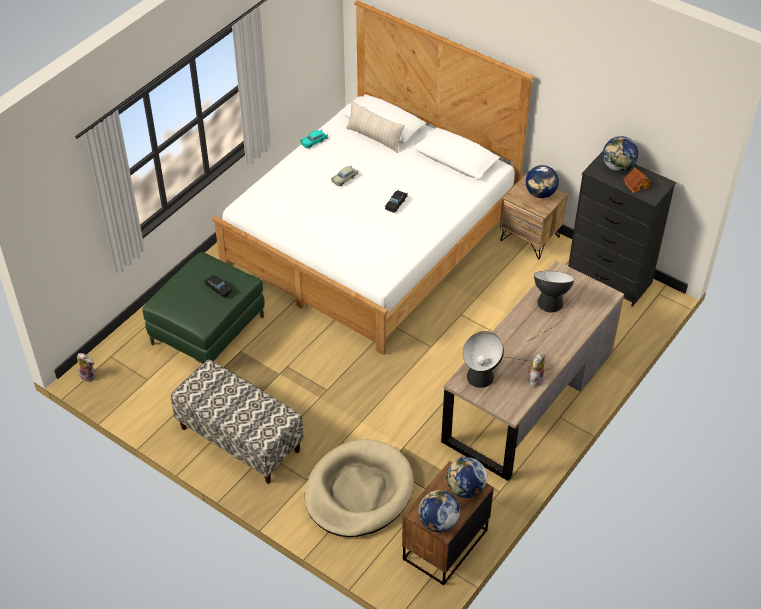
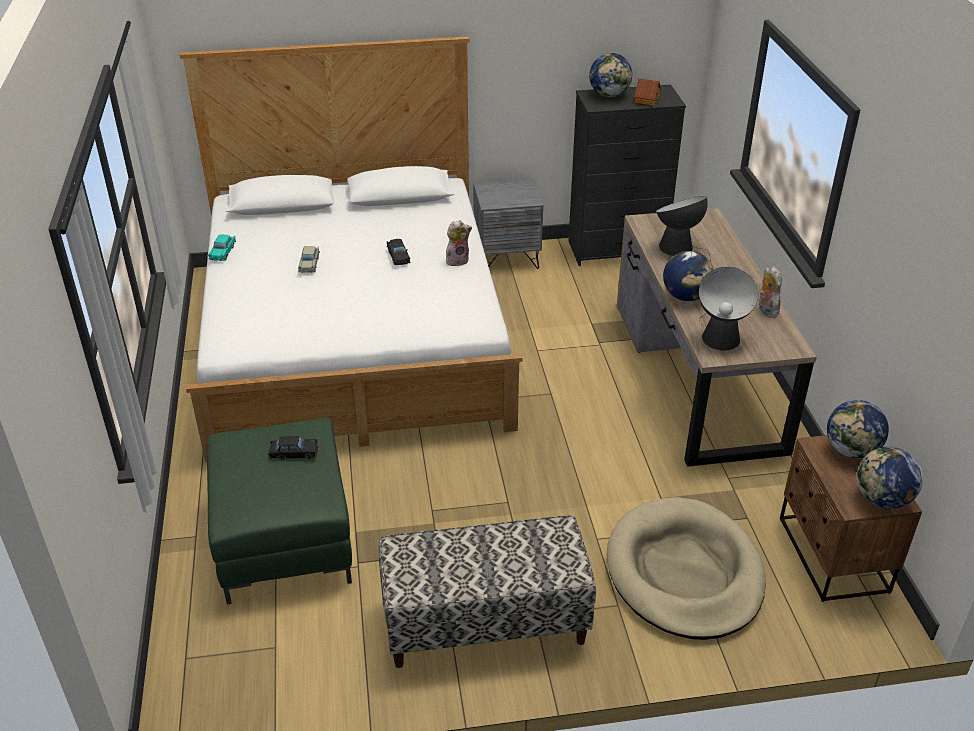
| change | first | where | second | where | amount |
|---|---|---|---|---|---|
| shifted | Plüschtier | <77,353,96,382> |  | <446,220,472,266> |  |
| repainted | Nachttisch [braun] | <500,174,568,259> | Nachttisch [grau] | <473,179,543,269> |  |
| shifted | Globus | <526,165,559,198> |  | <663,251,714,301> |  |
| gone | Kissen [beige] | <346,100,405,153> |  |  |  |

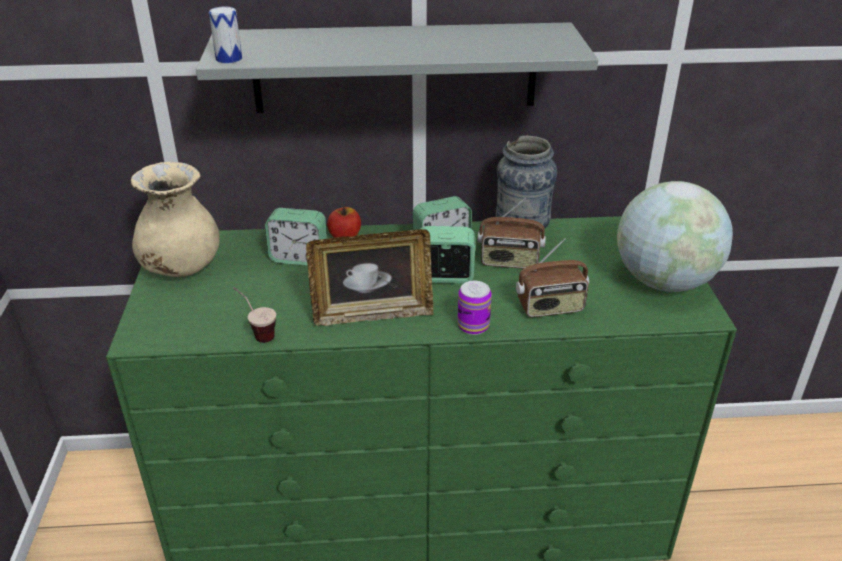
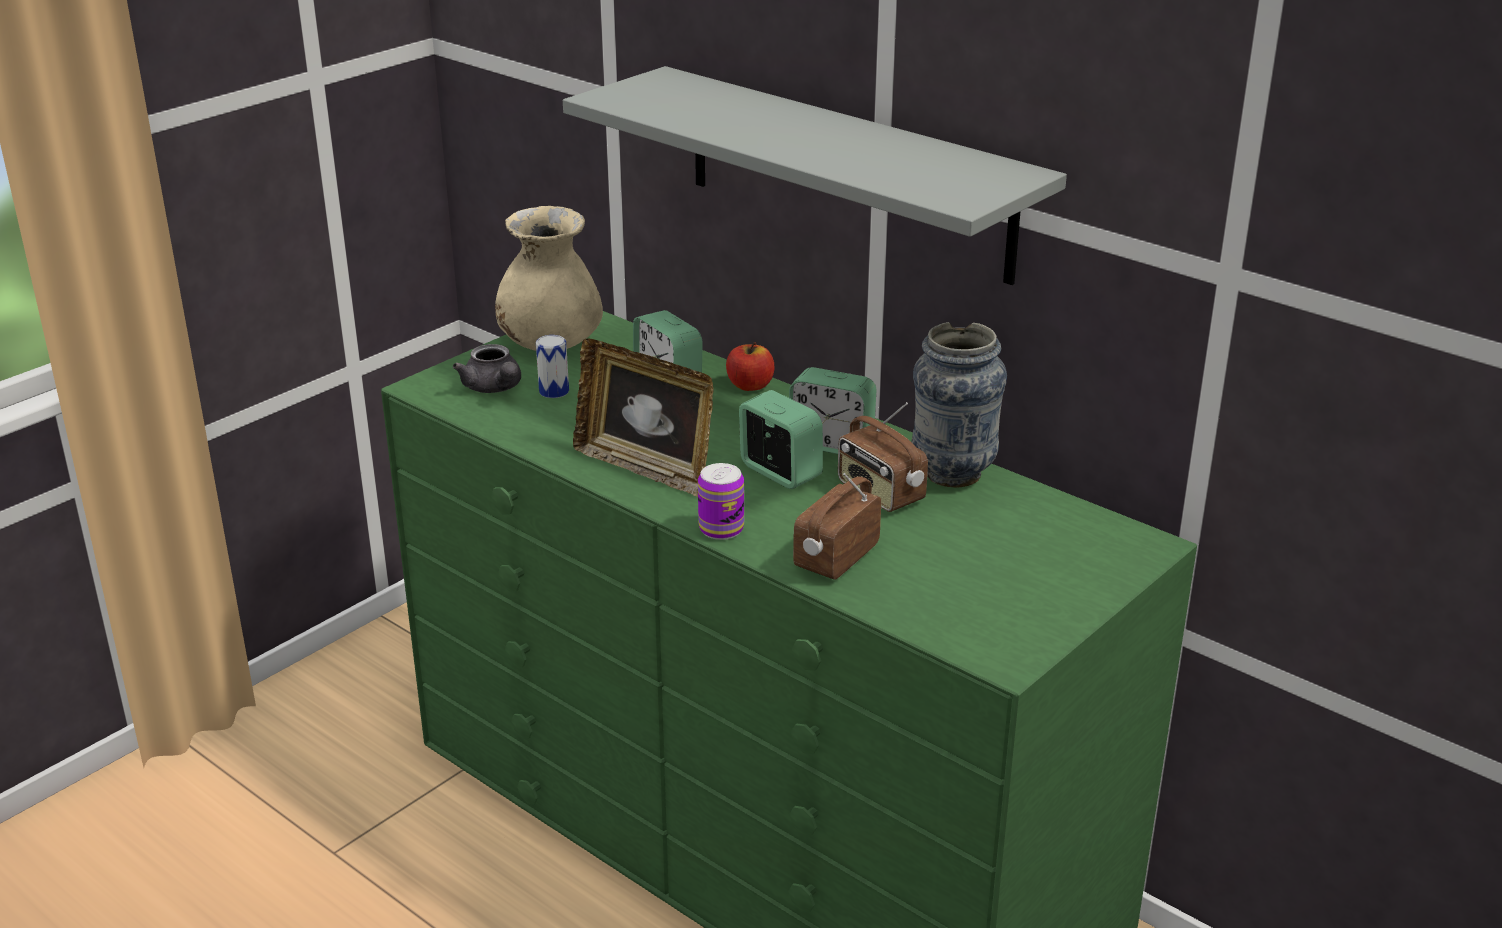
| change | first | where | second | where | amount |
|---|---|---|---|---|---|
| new |  |  | Teekanne [grau] | <453,344,521,393> |  |
| shifted | Dose | <209,7,242,64> |  | <536,335,569,398> |  |
| rotated | Radio | <516,238,589,317> |  | <793,473,881,580> | 90 degrees clockwise |
| gone | Tasse | <233,287,276,343> |  |  |  |
| gone | Globus | <617,181,733,292> |  |  |  |

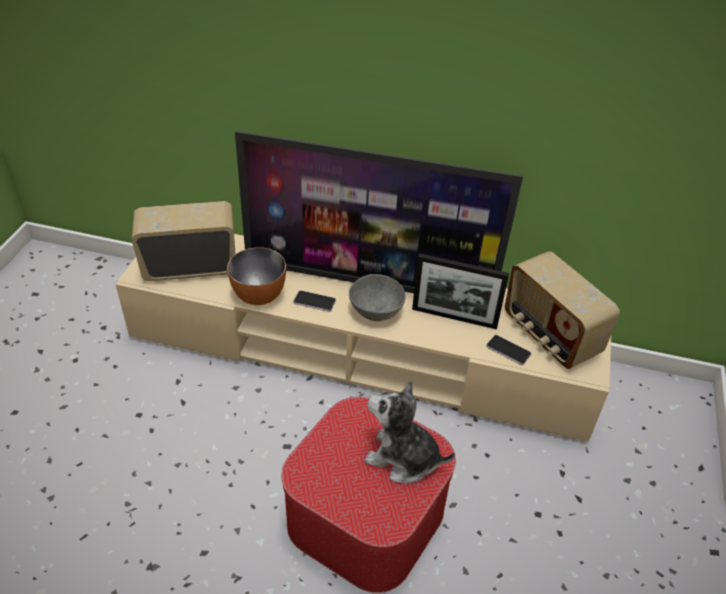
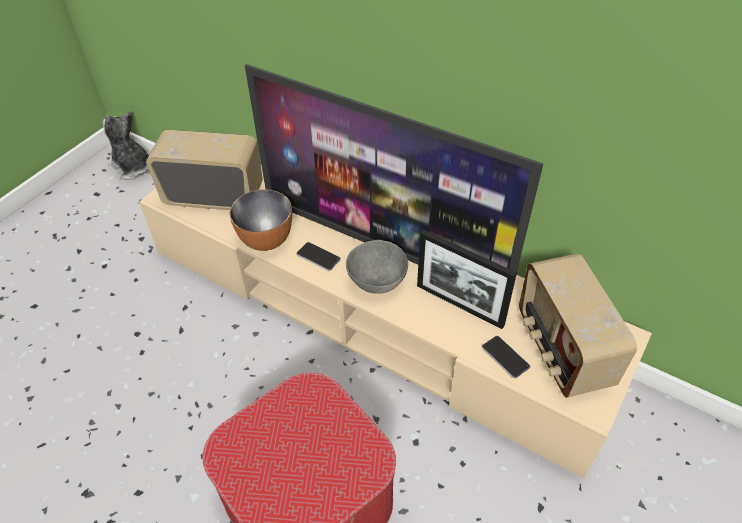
| change | first | where | second | where | amount |
|---|---|---|---|---|---|
| shifted | Plüschtier | <364,380,455,483> |  | <103,111,149,180> |  |

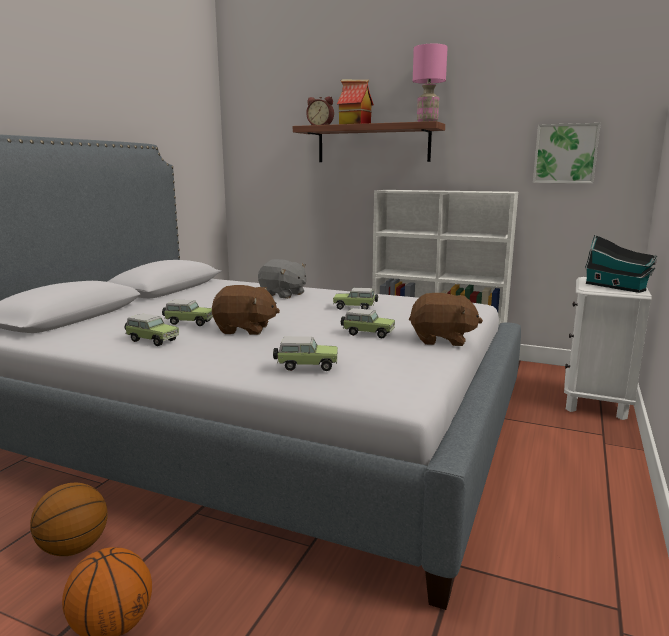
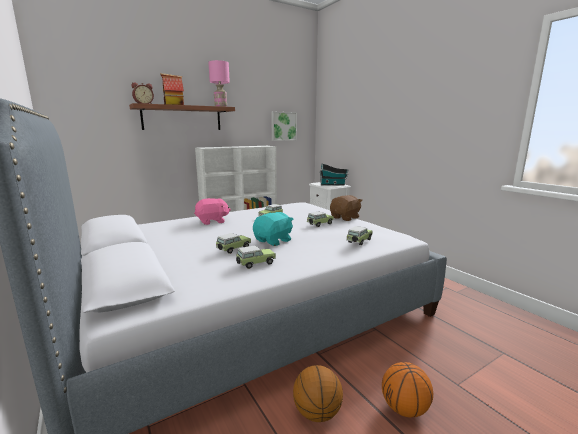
| change | first | where | second | where | amount |
|---|---|---|---|---|---|
| repainted | Plüschtier [grau] | <258,259,307,299> | Plüschtier [rosa] | <194,198,231,225> |  |
| repainted | Plüschtier [braun] | <212,285,280,335> | Plüschtier [türkis] | <253,212,293,246> |  |

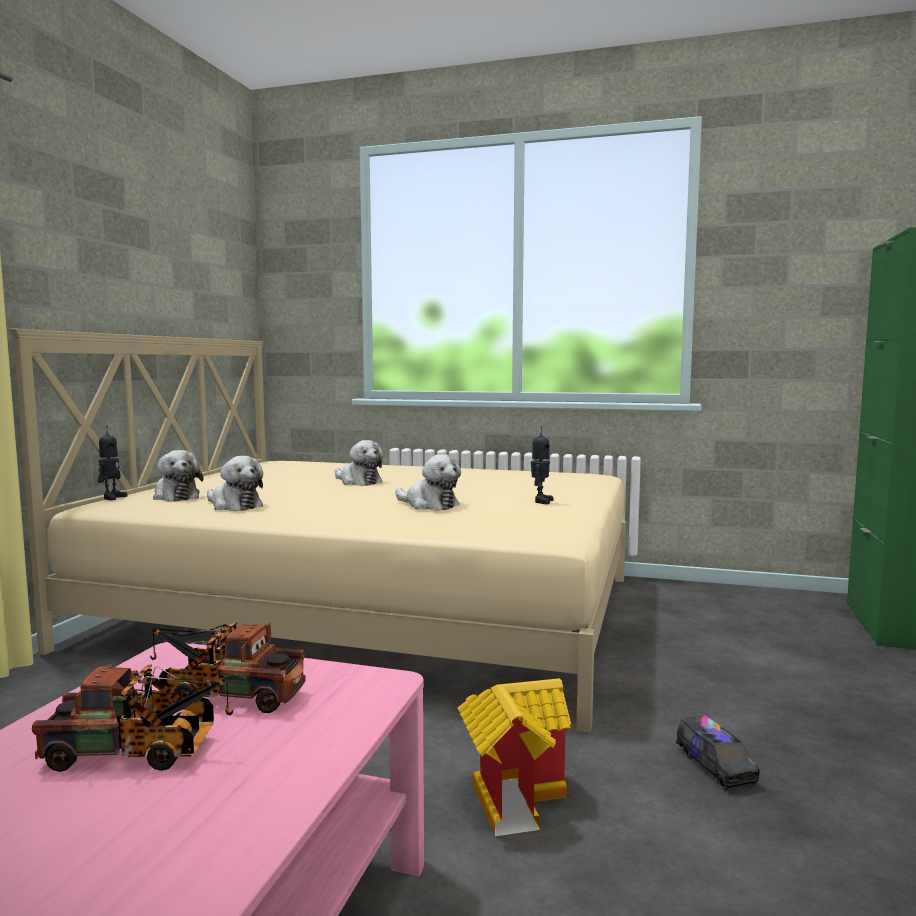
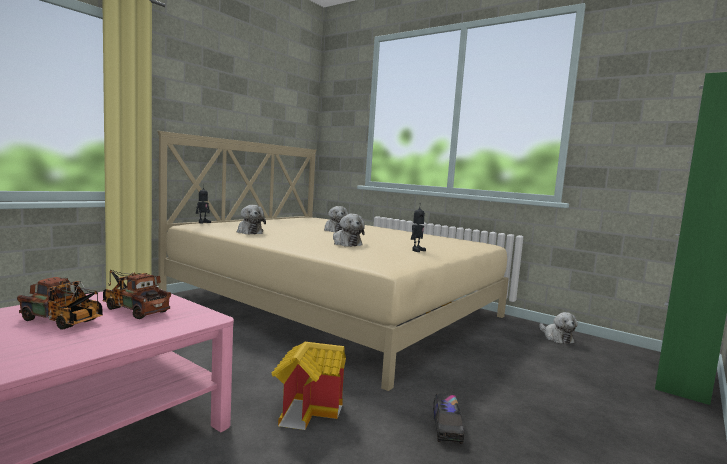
| change | first | where | second | where | amount |
|---|---|---|---|---|---|
| shifted | Plüschtier | <153,450,204,502> |  | <539,312,578,344> |  |

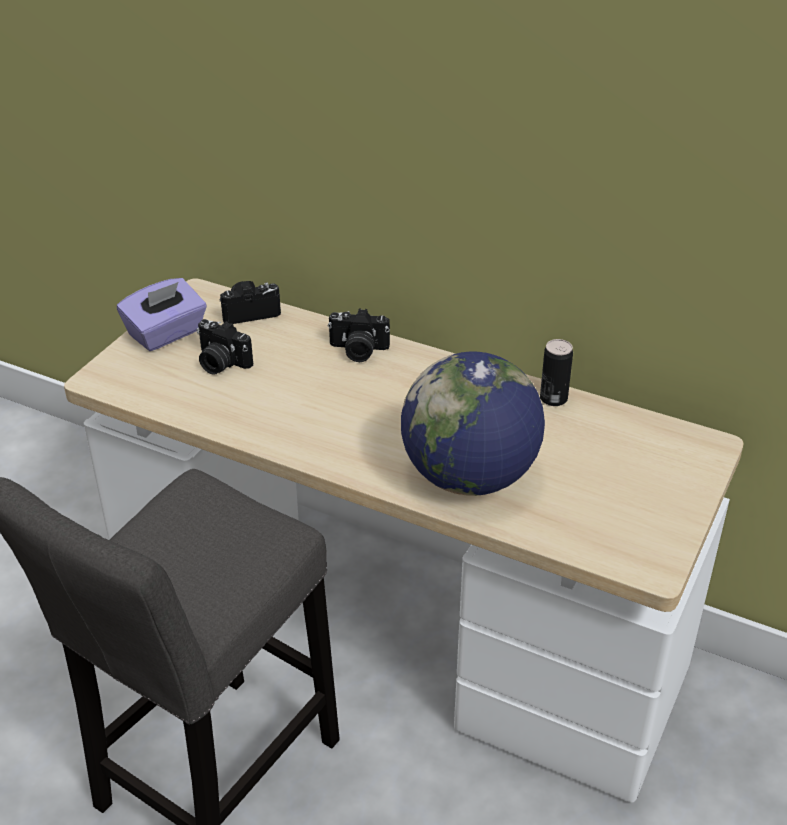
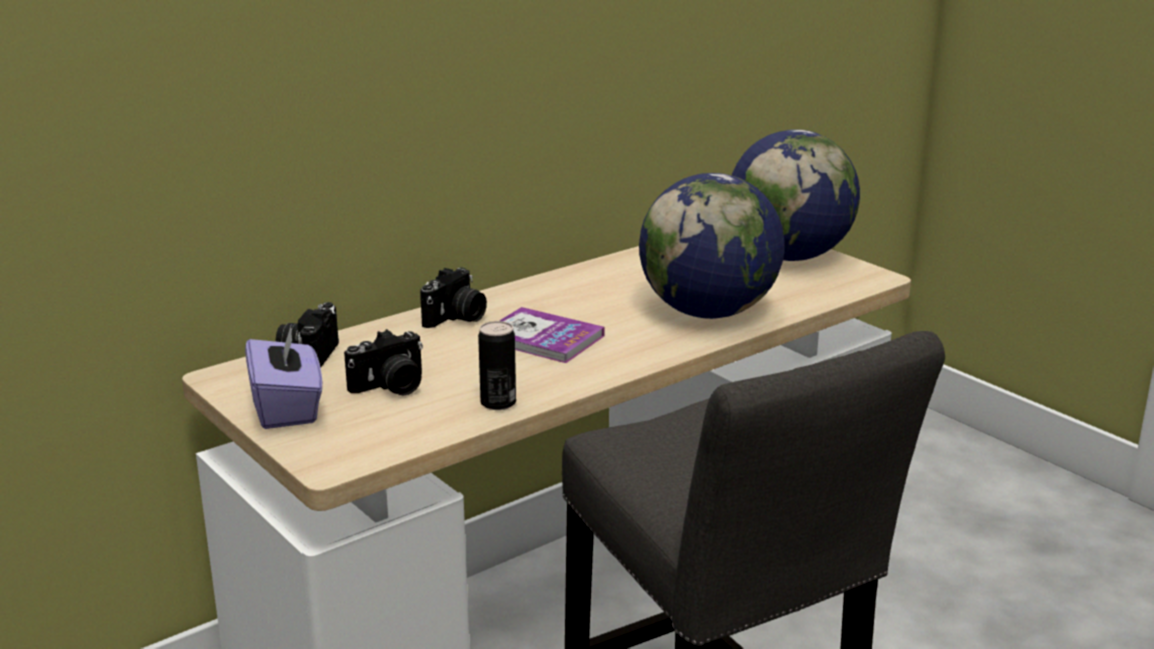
| change | first | where | second | where | amount |
|---|---|---|---|---|---|
| shifted | Dose | <540,339,573,406> |  | <478,321,516,410> |  |
| new |  |  | Buch | <499,307,605,363> |  |
| new |  |  | Globus | <732,129,860,261> |  |

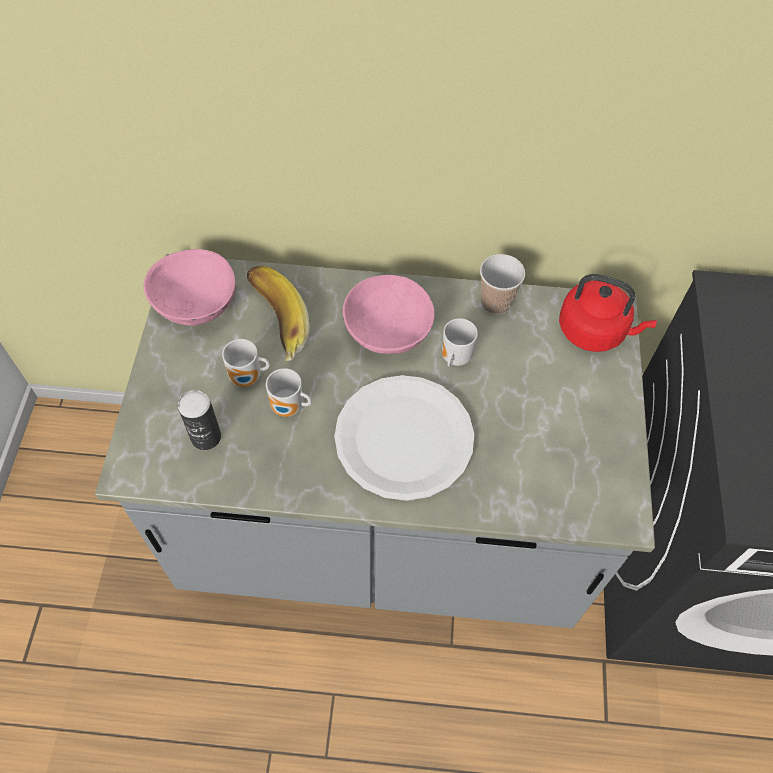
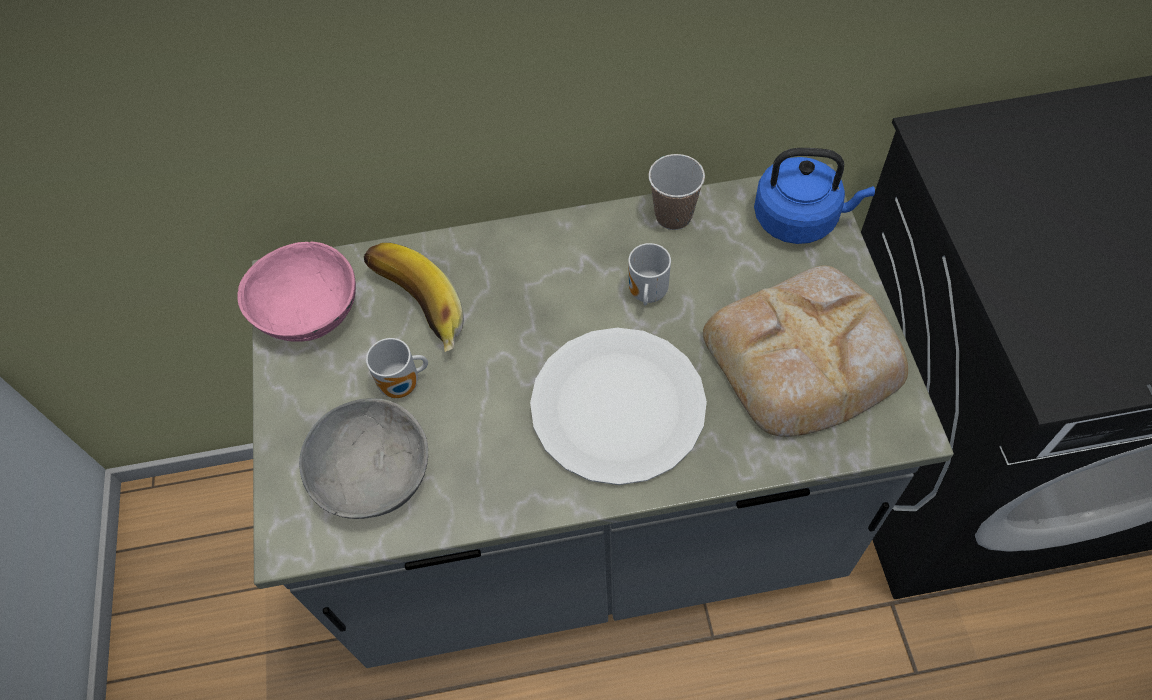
| change | first | where | second | where | amount |
|---|---|---|---|---|---|
| swapped | Dose | <178,390,221,450> | Schüssel [grau] | <299,398,428,519> |  |
| new |  |  | Brot | <703,266,908,437> |  |
| repainted | Wasserkessel [rot] | <559,274,657,352> | Wasserkessel [blau] | <754,148,875,244> |  |
| gone | Henkelbecher | <266,368,312,417> |  |  |  |
| gone | Schüssel [rosa] | <343,275,434,354> |  |  |  |

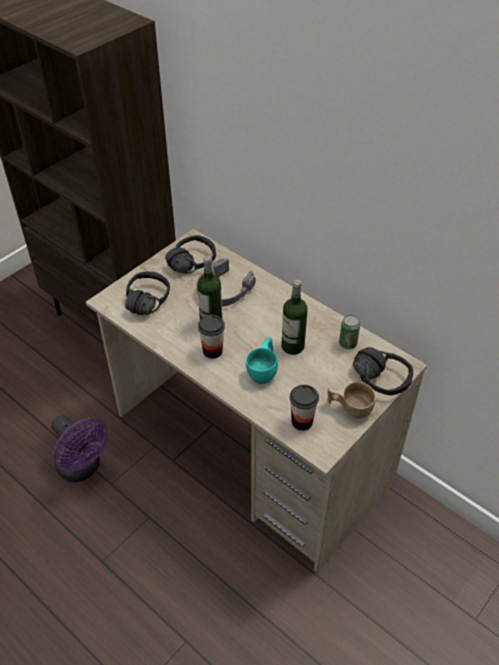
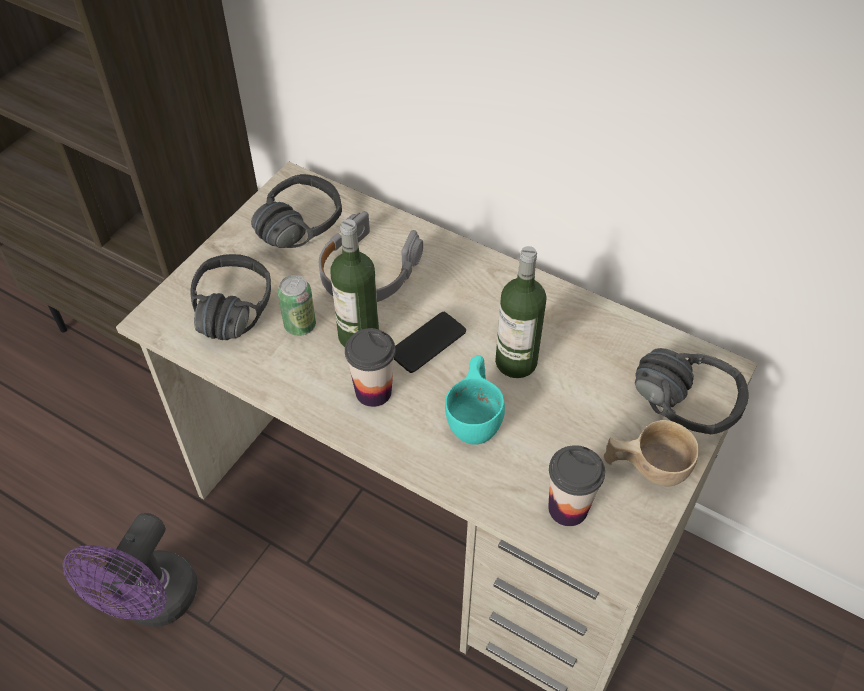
| change | first | where | second | where | amount |
|---|---|---|---|---|---|
| rotated | Ventilator [lila] | <51,415,108,482> |  | <63,513,198,627> | 75 degrees clockwise |
| shifted | Dose | <339,315,360,349> |  | <278,275,316,336> |  |
| new |  |  | Handy | <394,312,466,373> |  |

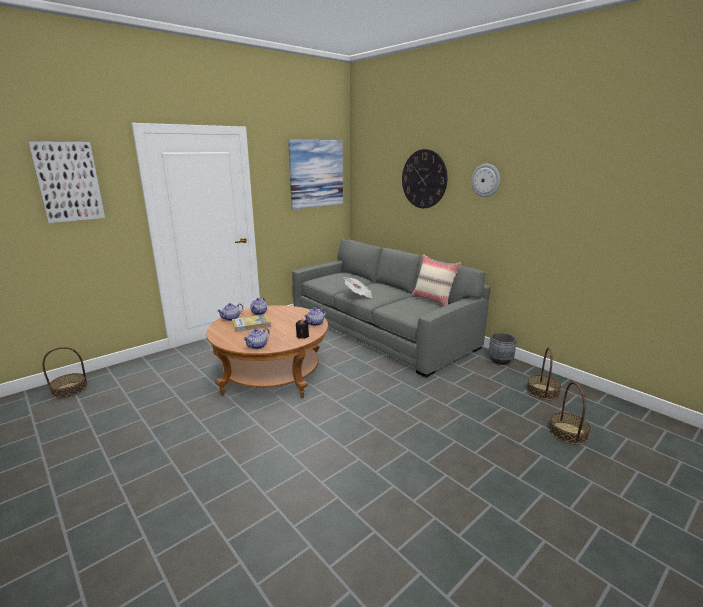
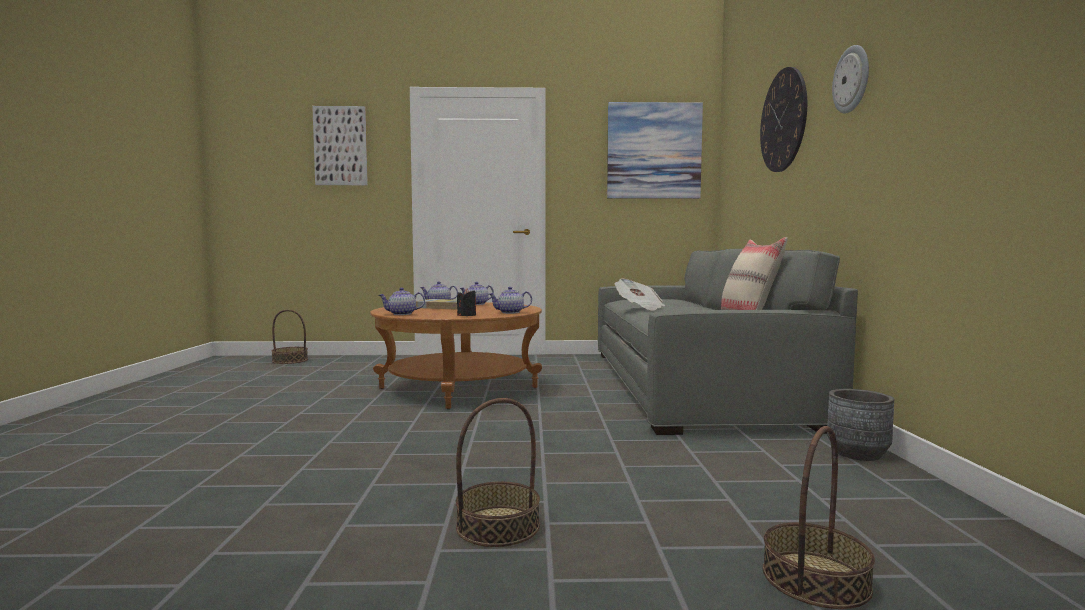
| change | first | where | second | where | amount |
|---|---|---|---|---|---|
| shifted | Korb | <526,347,561,400> |  | <456,398,540,547> |  |

